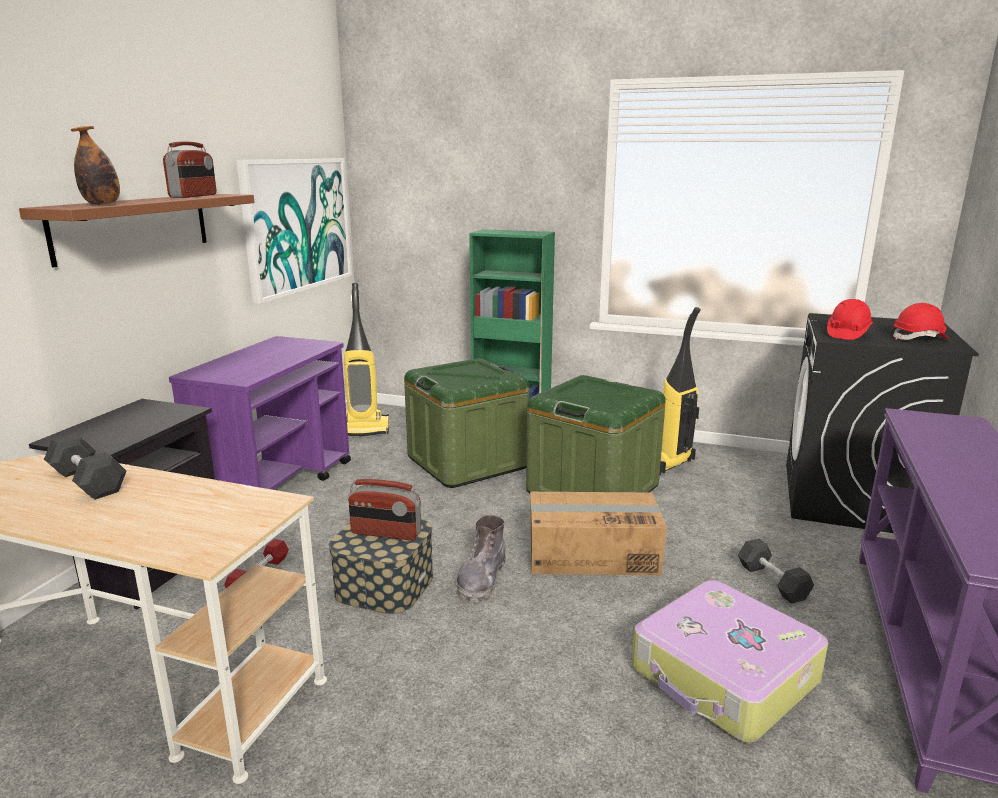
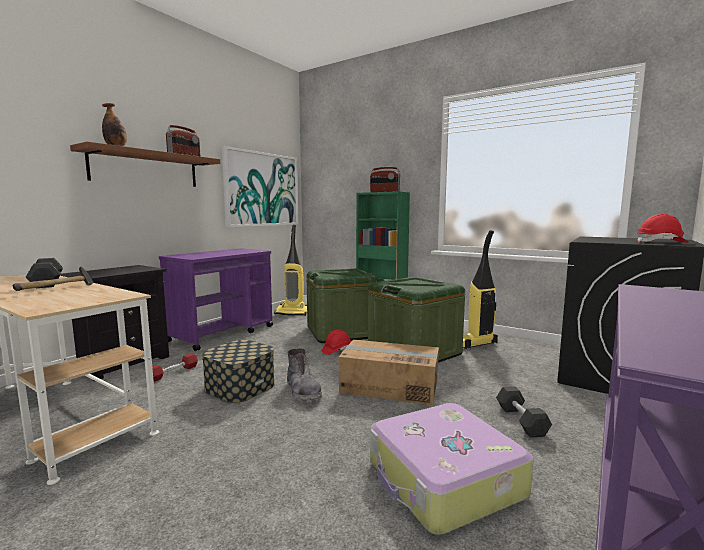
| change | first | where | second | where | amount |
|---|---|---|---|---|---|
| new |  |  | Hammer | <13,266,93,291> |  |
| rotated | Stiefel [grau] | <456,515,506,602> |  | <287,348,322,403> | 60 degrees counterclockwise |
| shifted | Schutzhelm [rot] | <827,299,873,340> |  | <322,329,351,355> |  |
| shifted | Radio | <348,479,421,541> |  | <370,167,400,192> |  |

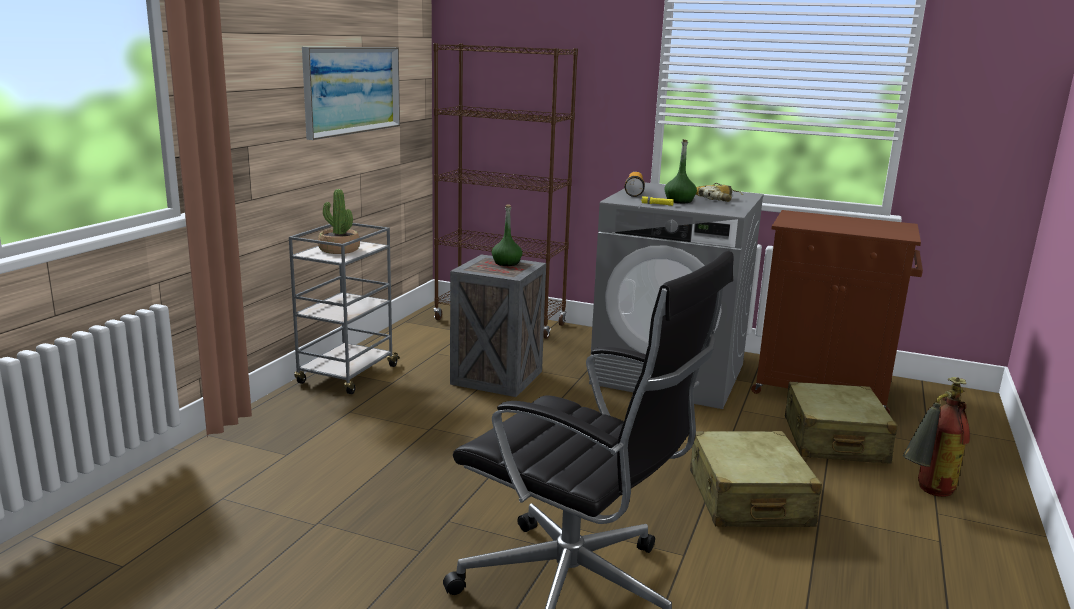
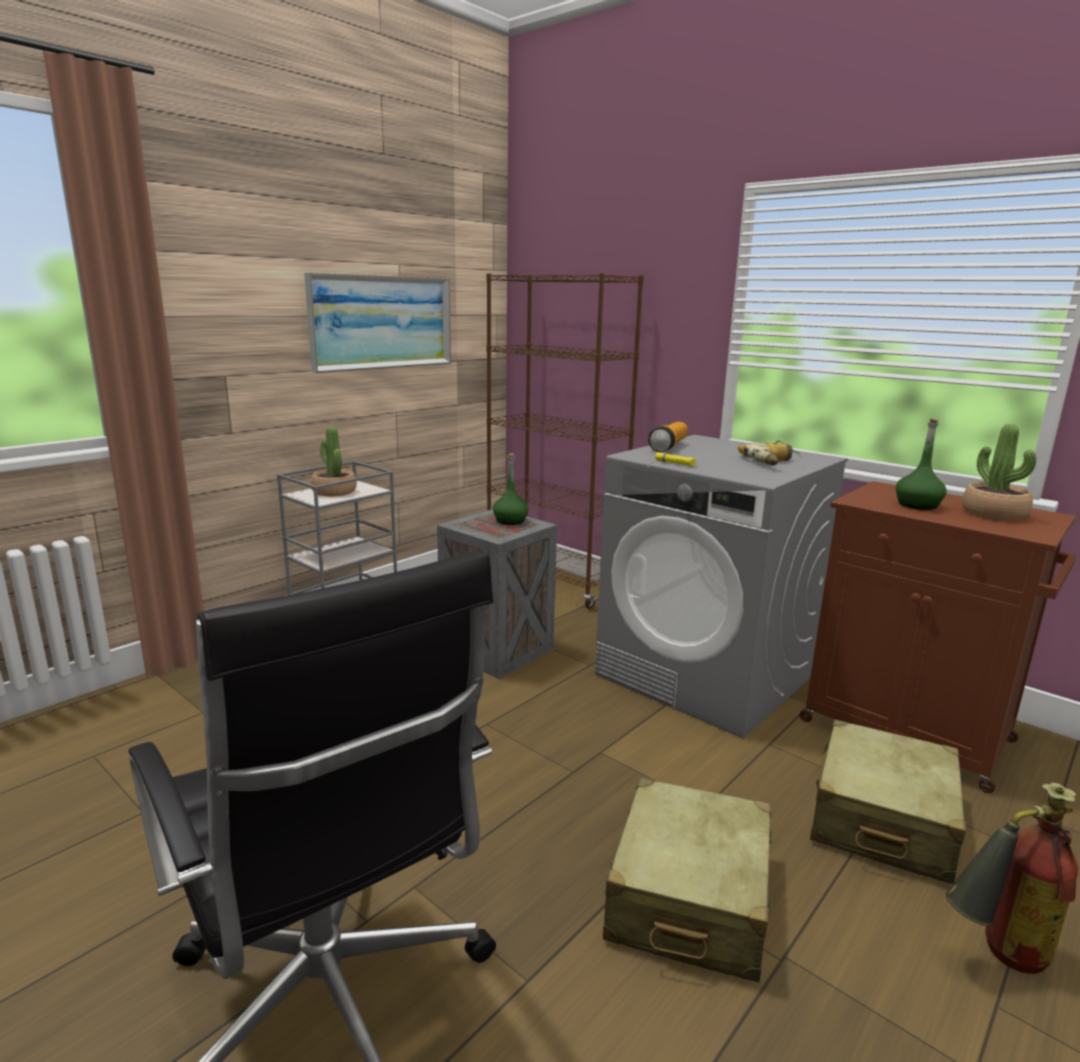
| change | first | where | second | where | amount |
|---|---|---|---|---|---|
| shifted | Flasche [grün] | <664,139,697,203> |  | <896,418,947,510> |  |
| new |  |  | Topfpflanze | <962,424,1036,521> |  |

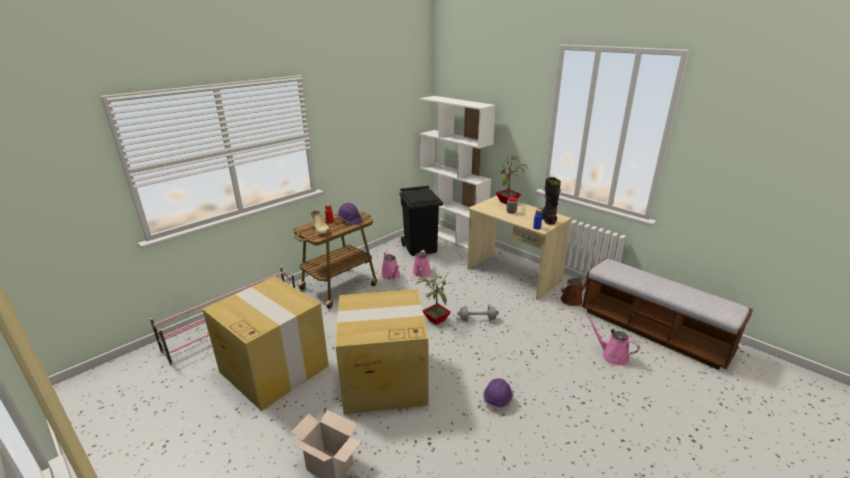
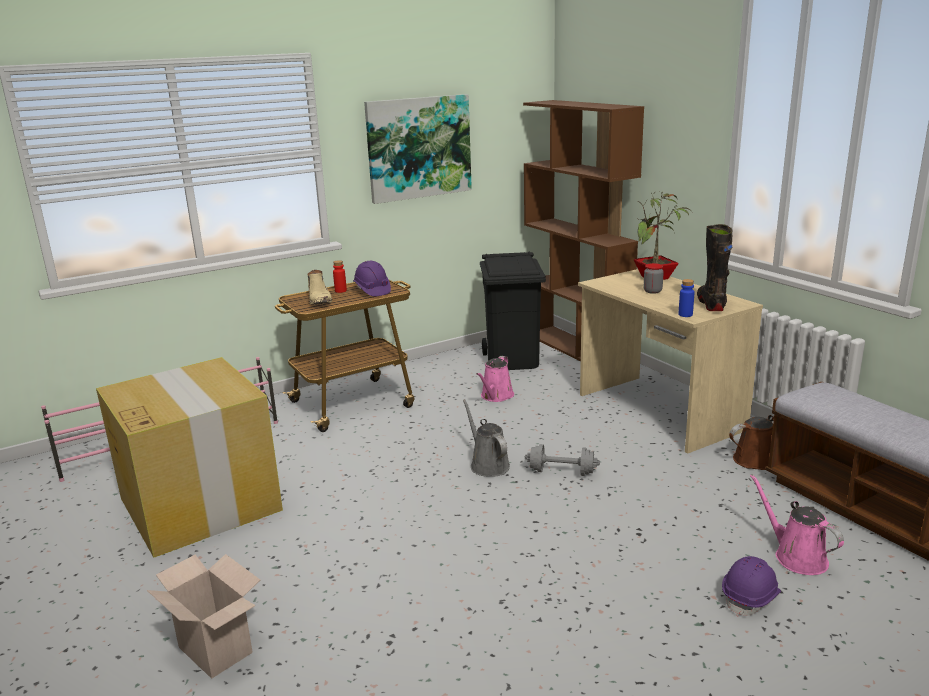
| change | first | where | second | where | amount |
|---|---|---|---|---|---|
| new |  |  | Bild | <364,94,472,204> |  |
| swapped | Topfpflanze | <416,273,451,325> | Gießkanne [grau] | <463,399,510,477> |  |
| repainted | Bücherregal [weiß] | <419,96,496,250> | Bücherregal [braun] | <523,100,644,362> |  |
| shifted | Schutzhelm [lila] | <484,378,513,413> |  | <722,556,781,617> |  |
| gone | Karton | <336,289,429,414> |  |  |  |
| gone | Gießkanne [rosa] | <381,252,400,280> |  |  |  |

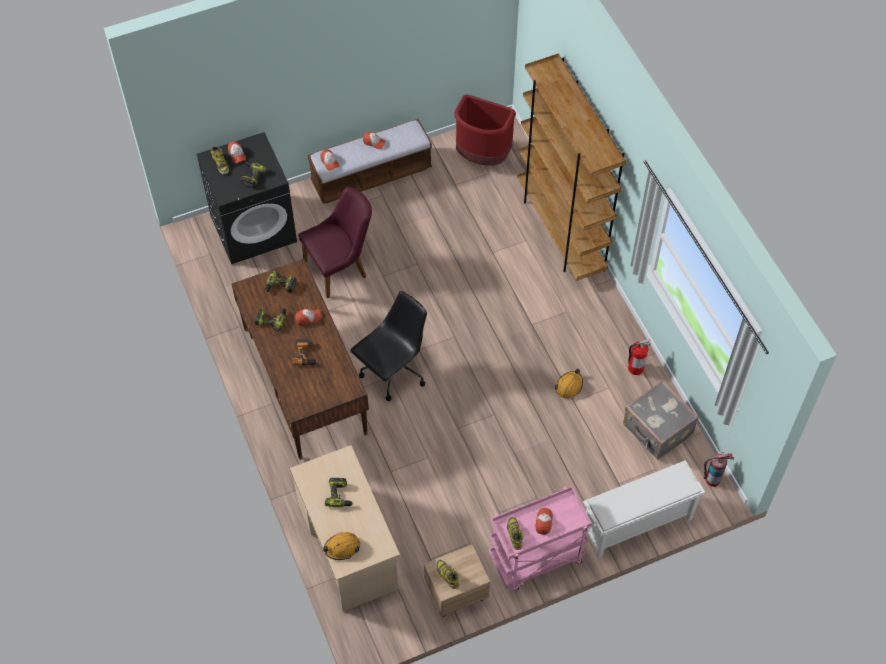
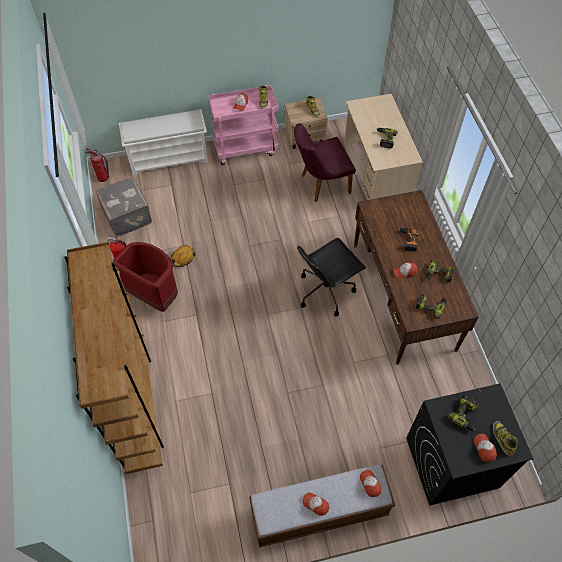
| change | first | where | second | where | amount |
|---|---|---|---|---|---|
| shifted | Mülleimer [rot] | <454,95,516,166> |  | <113,242,178,312> |  |
| shifted | Stuhl [lila] | <298,187,372,298> |  | <294,123,356,202> |  |
| gone | Schutzhelm [orange] | <323,532,360,560> |  |  |  |

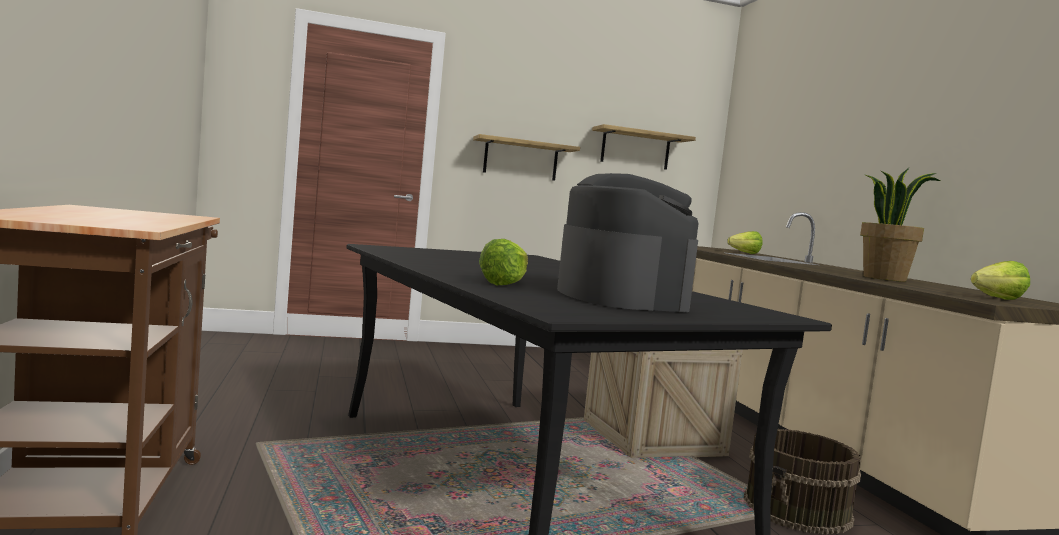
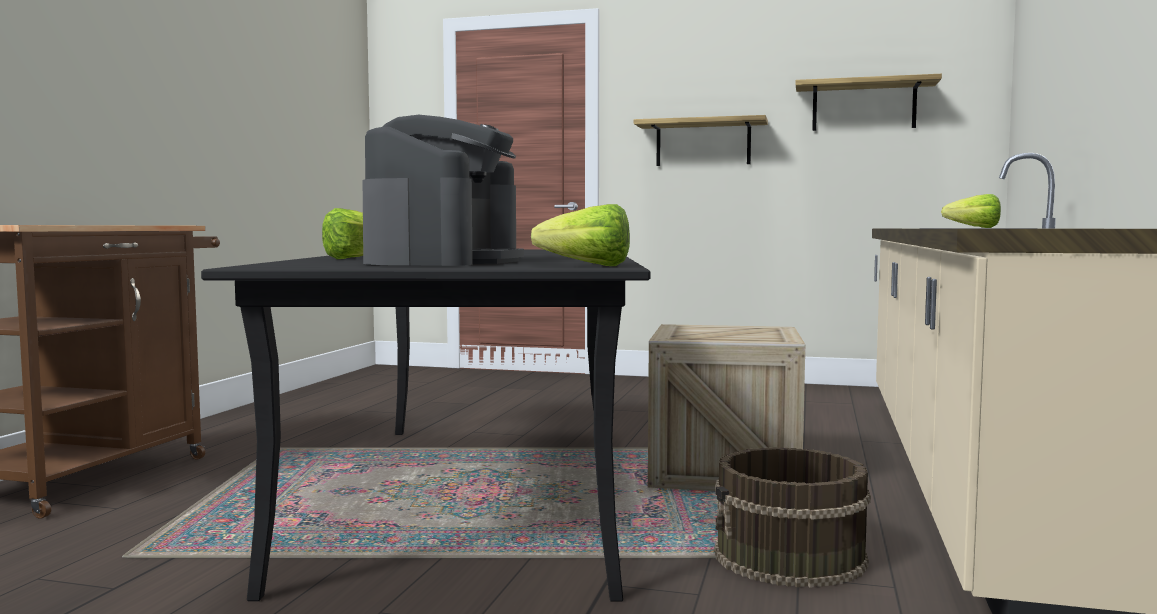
| change | first | where | second | where | amount |
|---|---|---|---|---|---|
| shifted | Salatkopf | <971,261,1030,300> |  | <531,204,630,266> |  |
| gone | Topfpflanze | <860,168,941,282> |  |  |  |

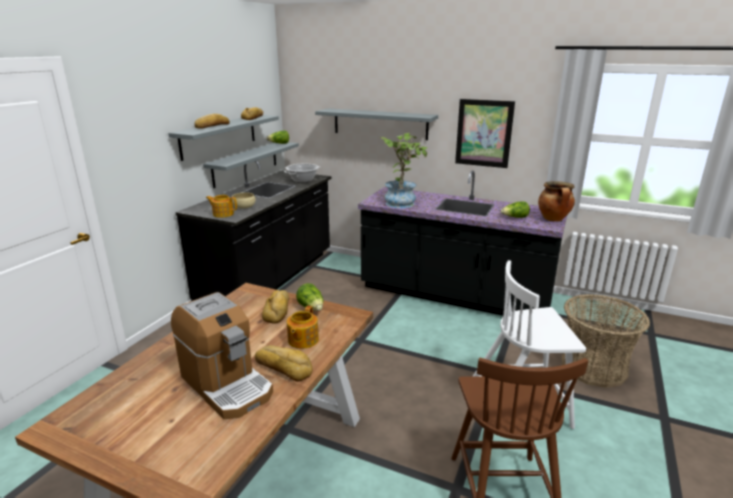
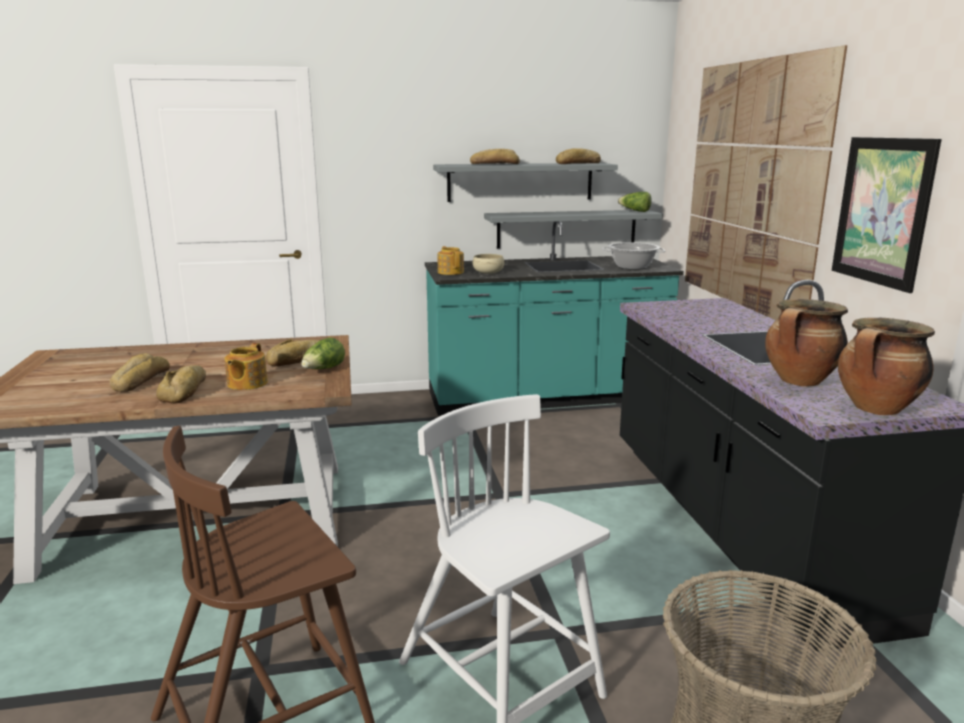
| change | first | where | second | where | amount |
|---|---|---|---|---|---|
| swapped | Kaffeemaschine | <171,292,273,419> | Brot | <109,353,170,392> |  |
| rotated | Teekanne | <287,306,319,349> |  | <224,343,268,390> | 60 degrees counterclockwise |
| repainted | Küchenzeile [schwarz] | <175,161,331,301> | Küchenzeile [türkis] | <425,221,684,416> |  |
| swapped | Wandregal [grau] | <315,108,438,140> | Bild | <685,45,847,320> |  |
| swapped | Salatkopf | <501,201,530,218> | Kochtopf | <765,299,848,387> |  |
| gone | Topfpflanze | <380,133,427,208> |  |  |  |

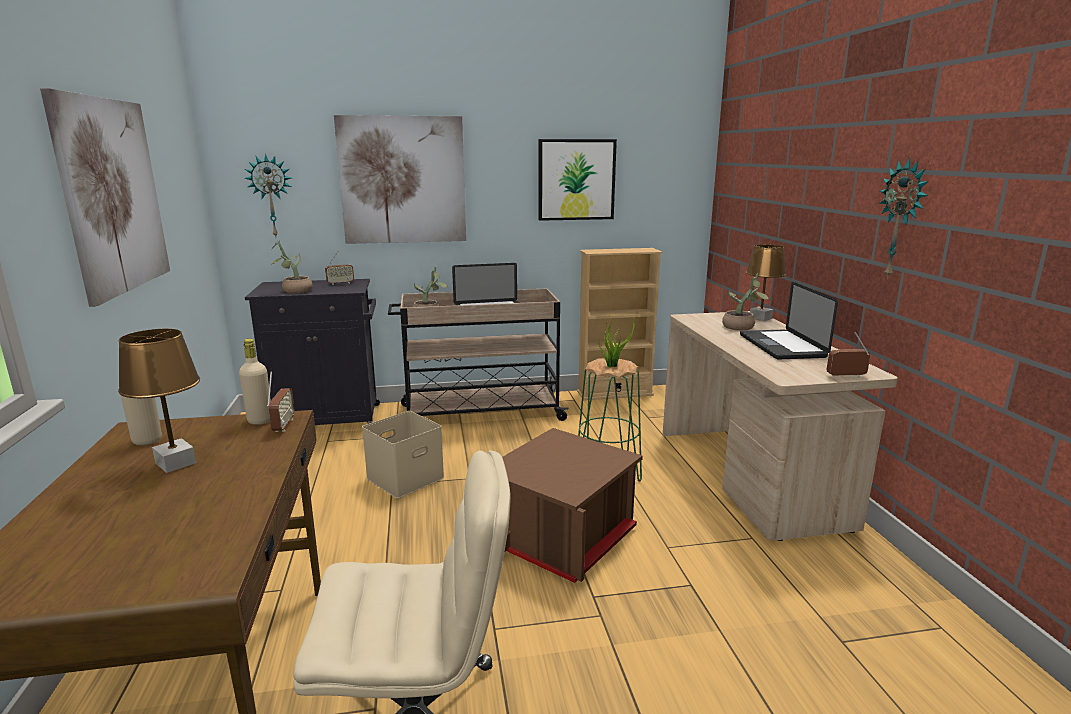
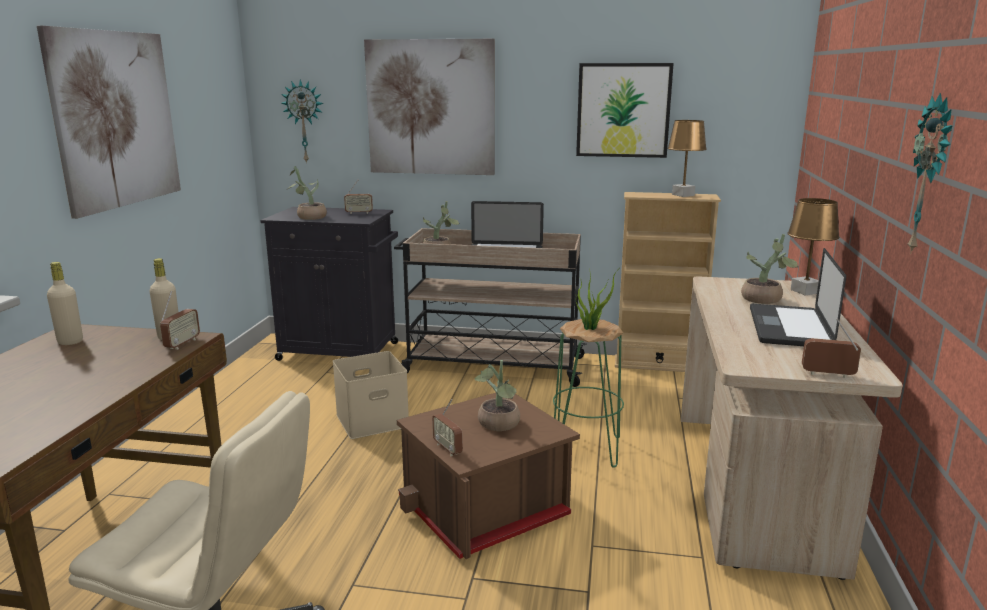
| change | first | where | second | where | amount |
|---|---|---|---|---|---|
| new |  |  | Radio | <432,399,463,456> |  |
| new |  |  | Topfpflanze | <475,360,520,431> |  |
| shifted | Tischlampe [braun] | <118,329,200,473> |  | <668,120,707,197> |  |

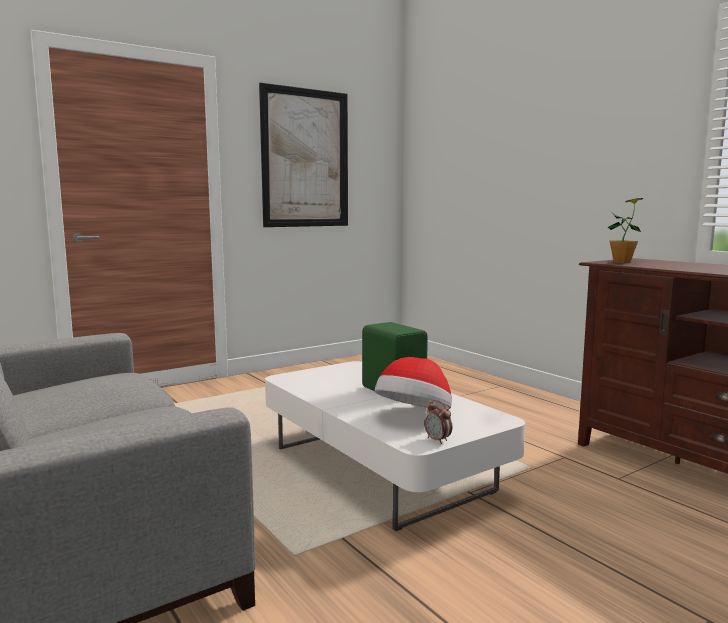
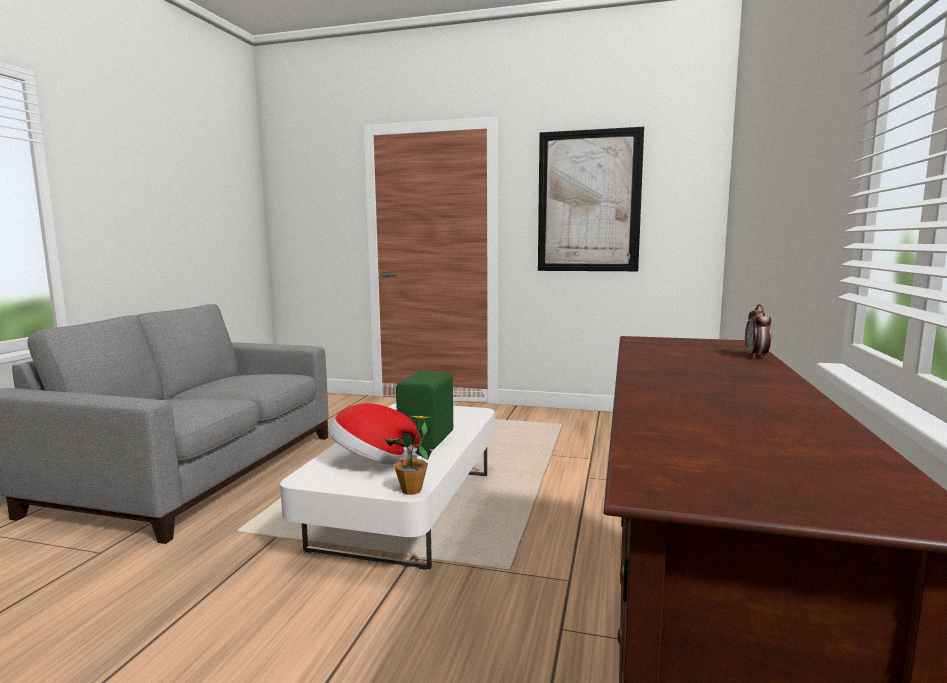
| change | first | where | second | where | amount |
|---|---|---|---|---|---|
| shifted | Topfpflanze | <608,198,643,263> |  | <384,416,432,495> |  |
| shifted | Wecker | <424,400,452,444> |  | <745,304,772,359> |  |

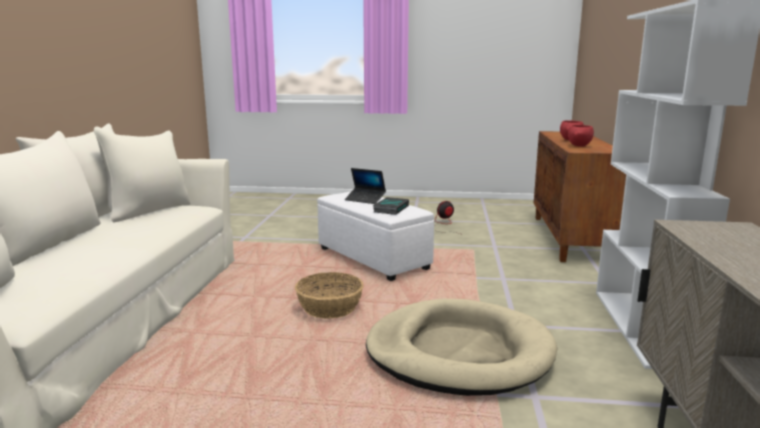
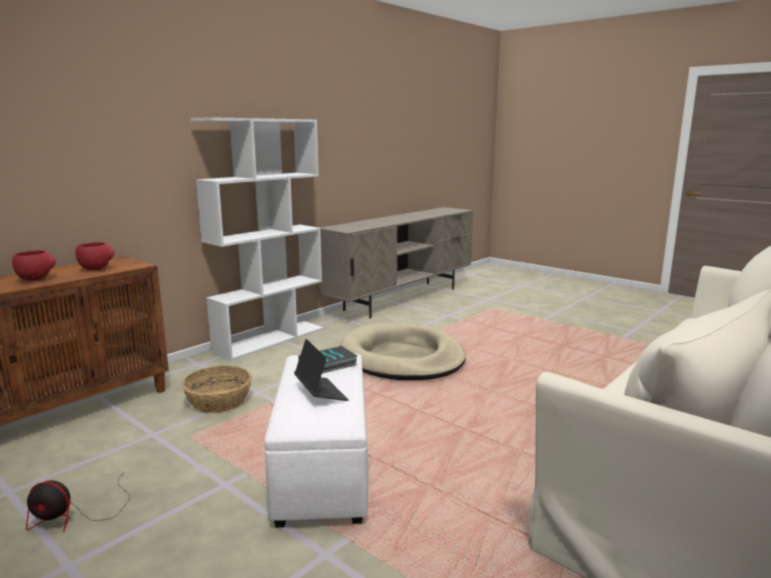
| change | first | where | second | where | amount |
|---|---|---|---|---|---|
| shifted | Korb | <295,272,364,319> |  | <182,366,252,413> |  |

